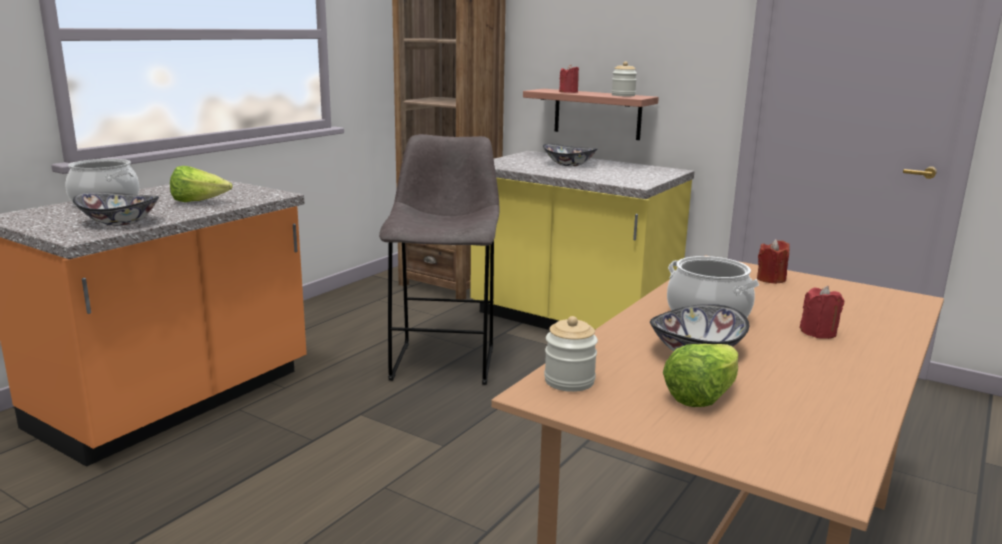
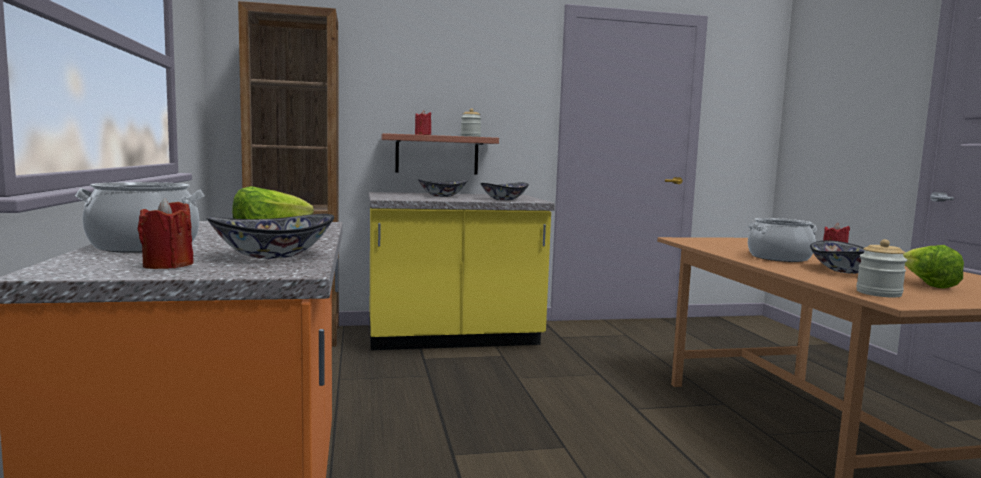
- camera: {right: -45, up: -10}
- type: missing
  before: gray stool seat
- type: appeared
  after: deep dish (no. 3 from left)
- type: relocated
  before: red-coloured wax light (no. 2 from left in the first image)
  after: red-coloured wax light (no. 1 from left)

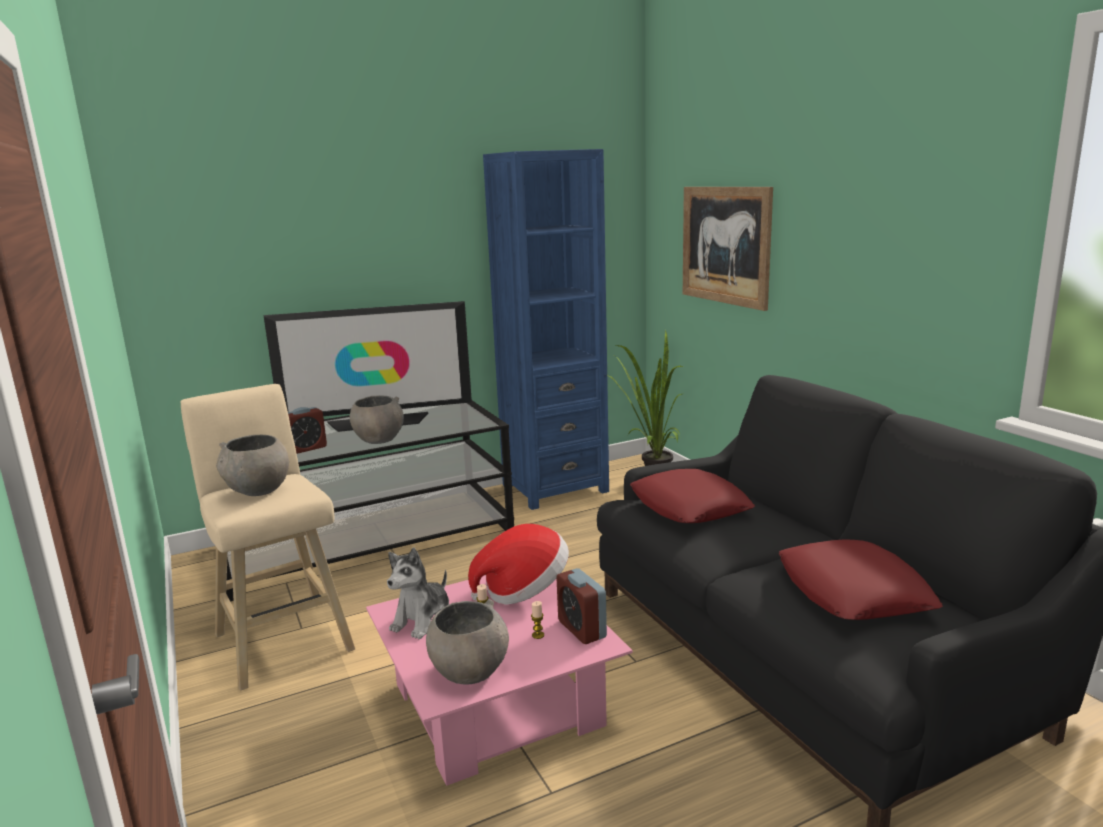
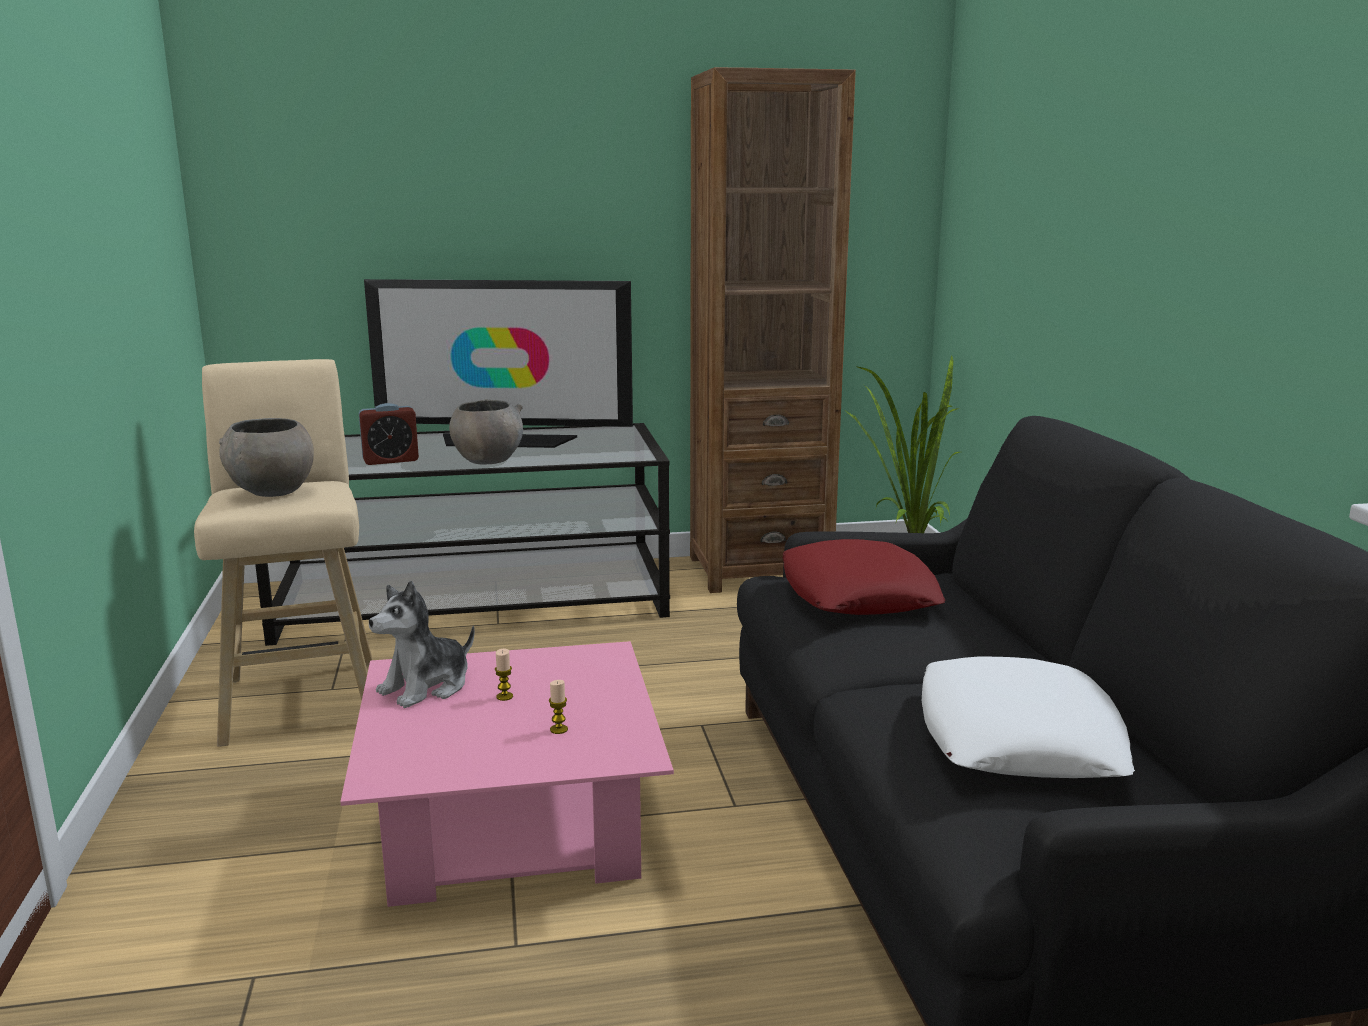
- camera: {right: 15, up: 0}
- type: missing
  before: gray deep dish (no. 3 from left)
- type: missing
  before: wearable hat
- type: missing
  before: alarm clock (no. 2 from left)
- type: missing
  before: wall picture
- type: colour
  before: bluish bookcase
  after: brown bookcase
- type: colour
  before: red-coloured throw pillow (no. 2 from left)
  after: white-coloured throw pillow

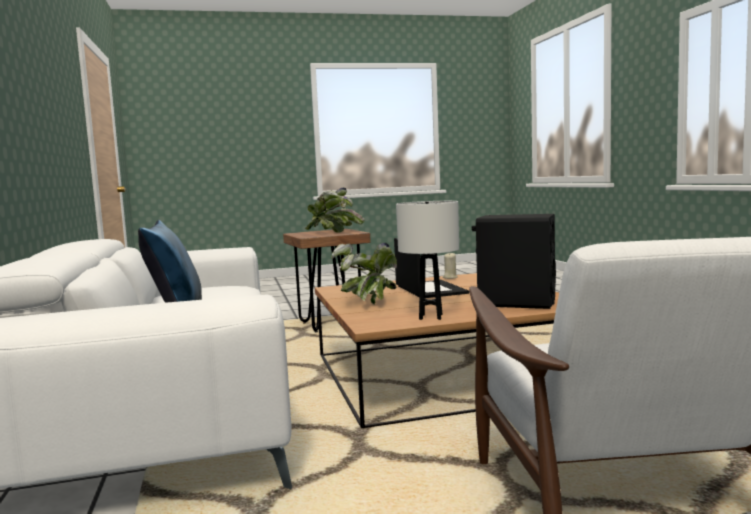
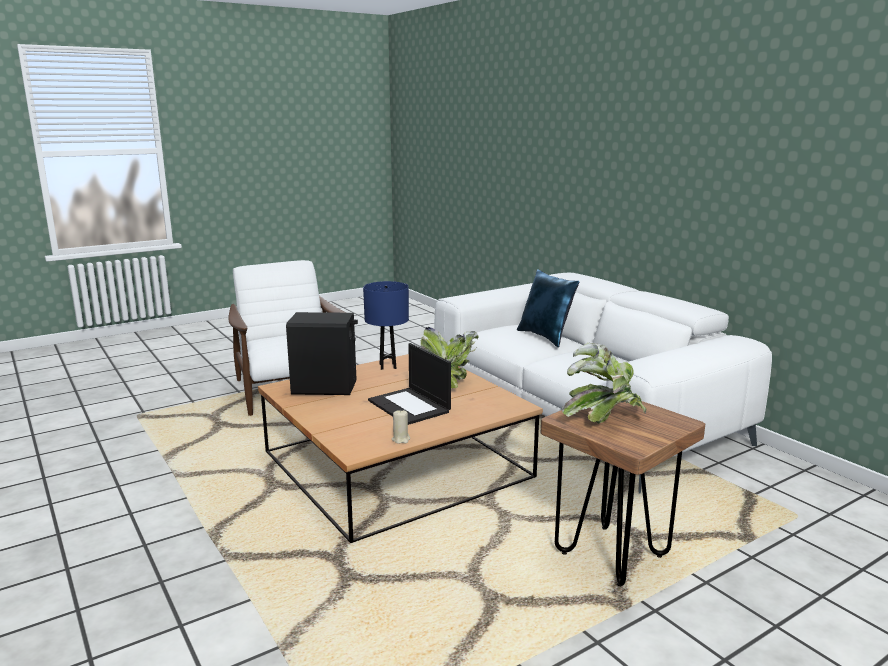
- camera: {right: 160, up: 10}
- type: colour
  before: white-coloured tabletop lamp
  after: bluish tabletop lamp

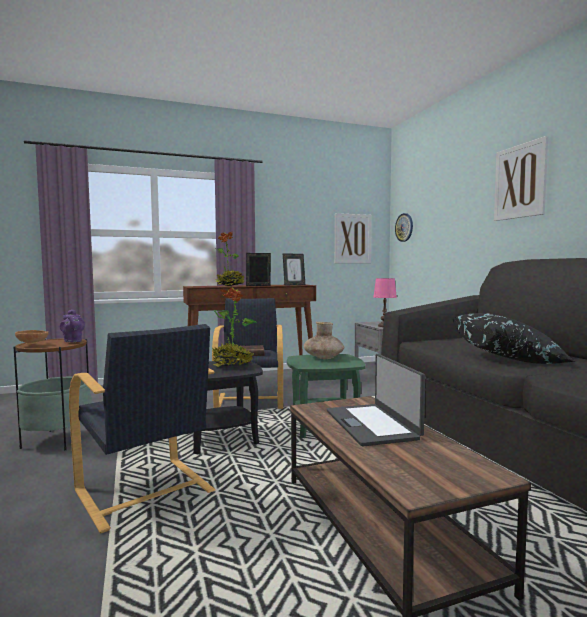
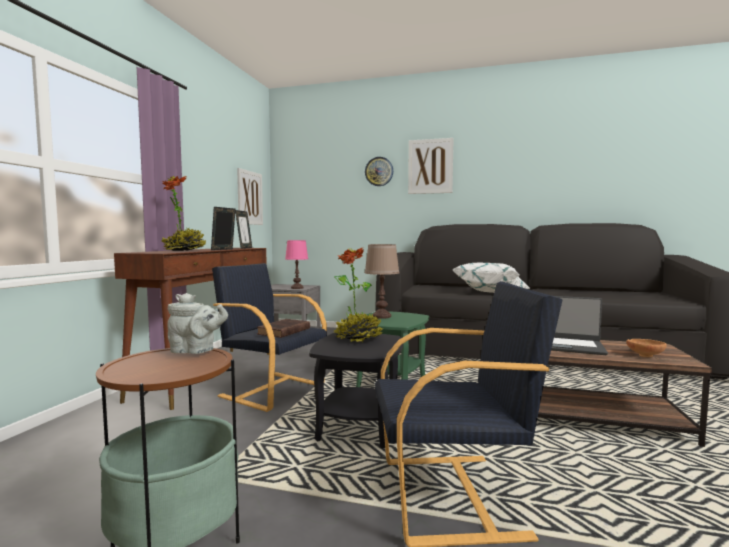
- camera: {right: -55, up: 0}
- type: relocated
  before: brown deep dish
- type: relocated
  before: clock on the wall
- type: exchanged
  before: brown vase
  after: brown tabletop lamp
- type: colour
  before: purple-coloured tea pot
  after: gray tea pot
- type: colour
  before: black throw pillow
  after: white-coloured throw pillow

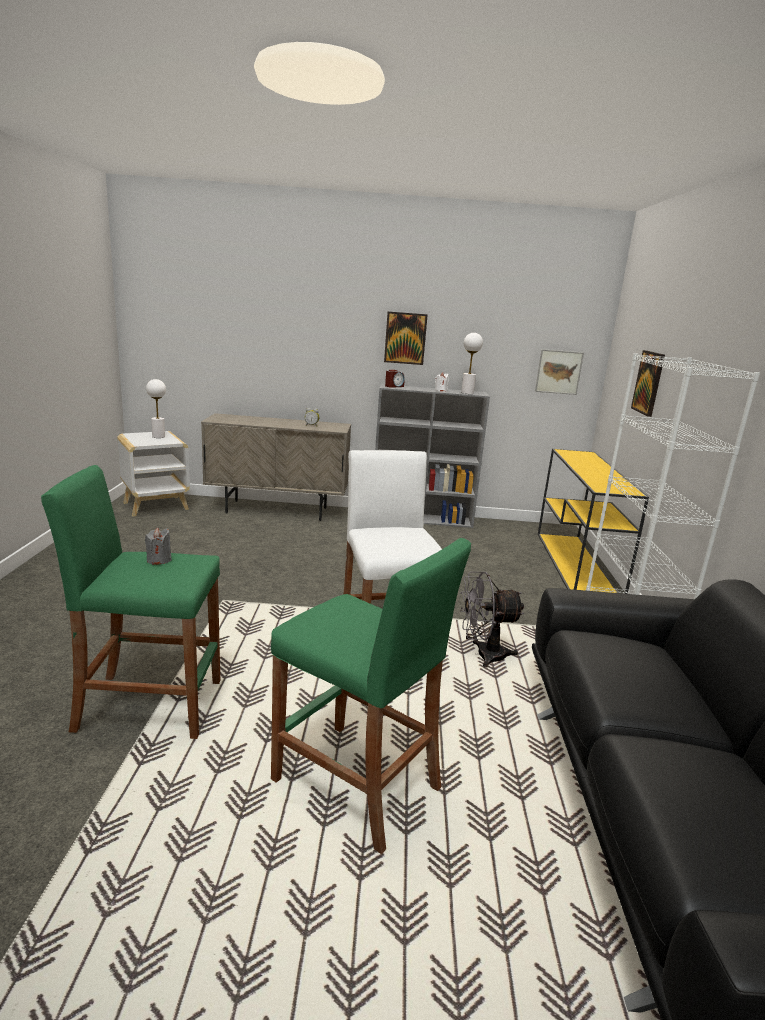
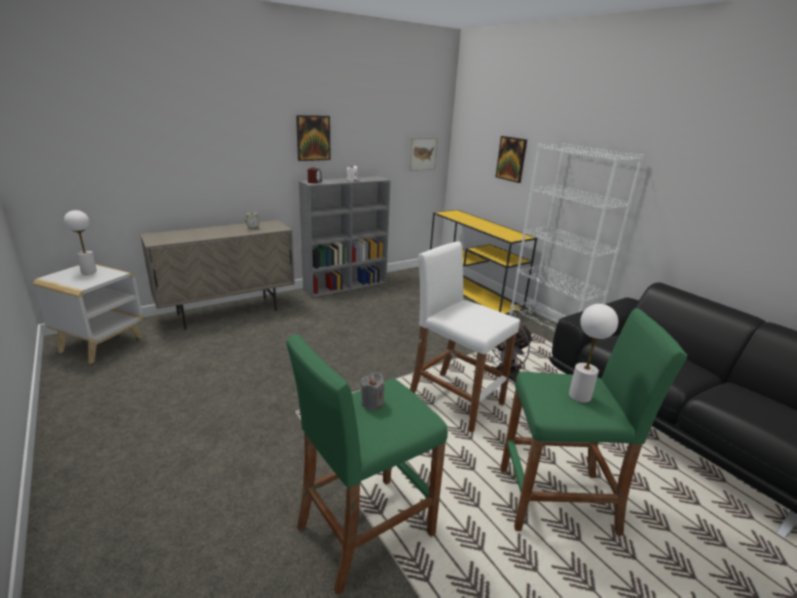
- camera: {right: -35, up: 5}
- type: relocated
  before: white-coloured tabletop lamp (no. 2 from left)

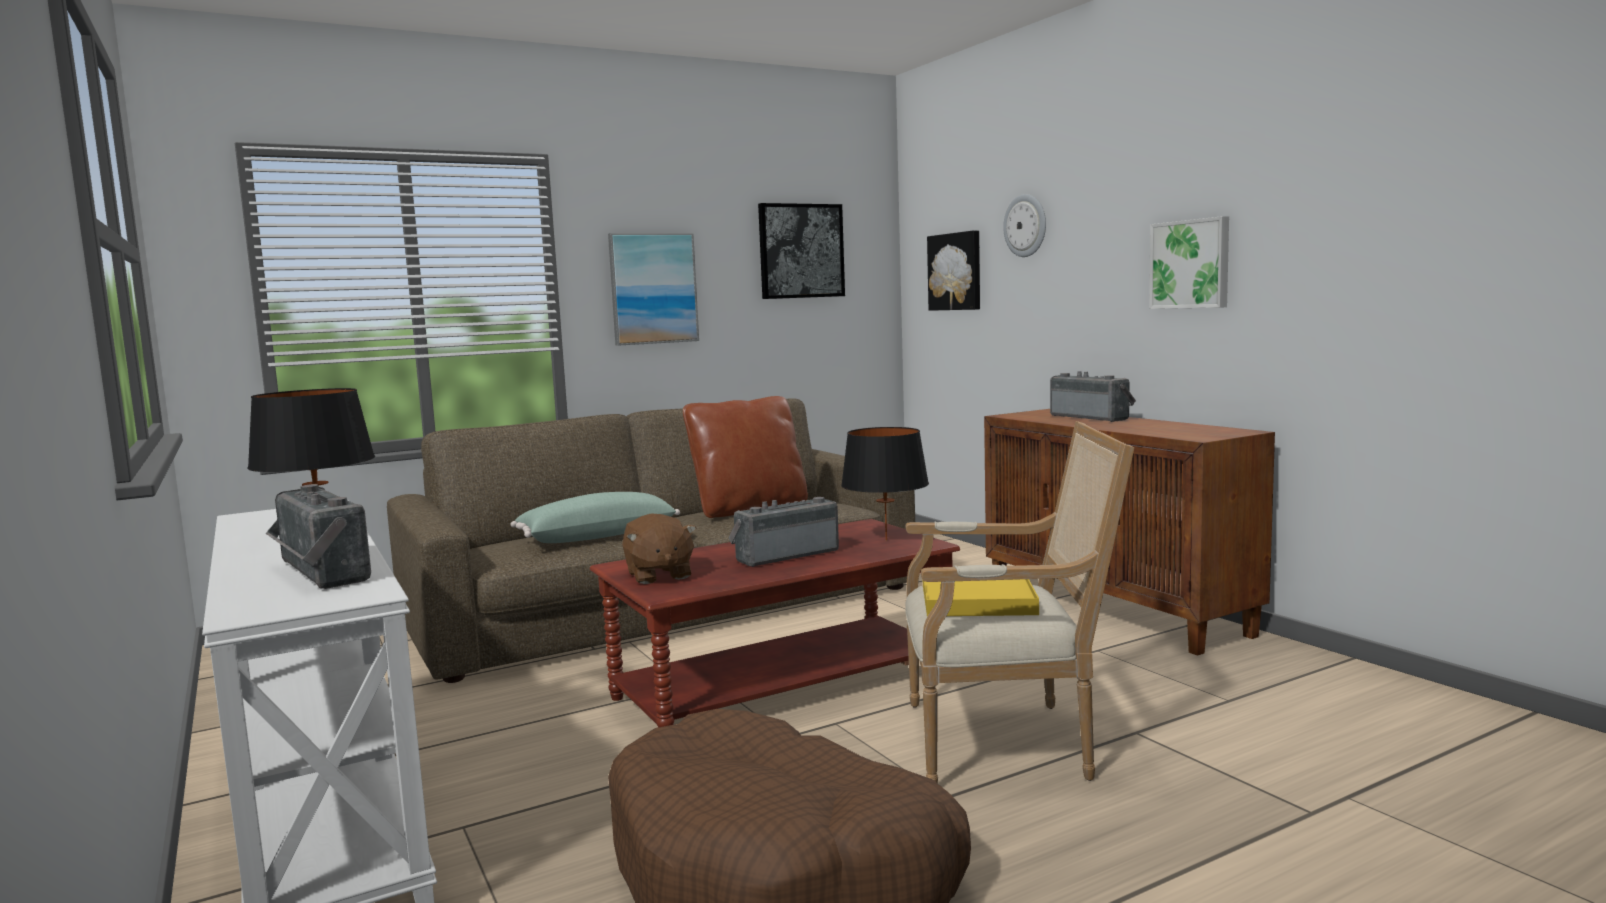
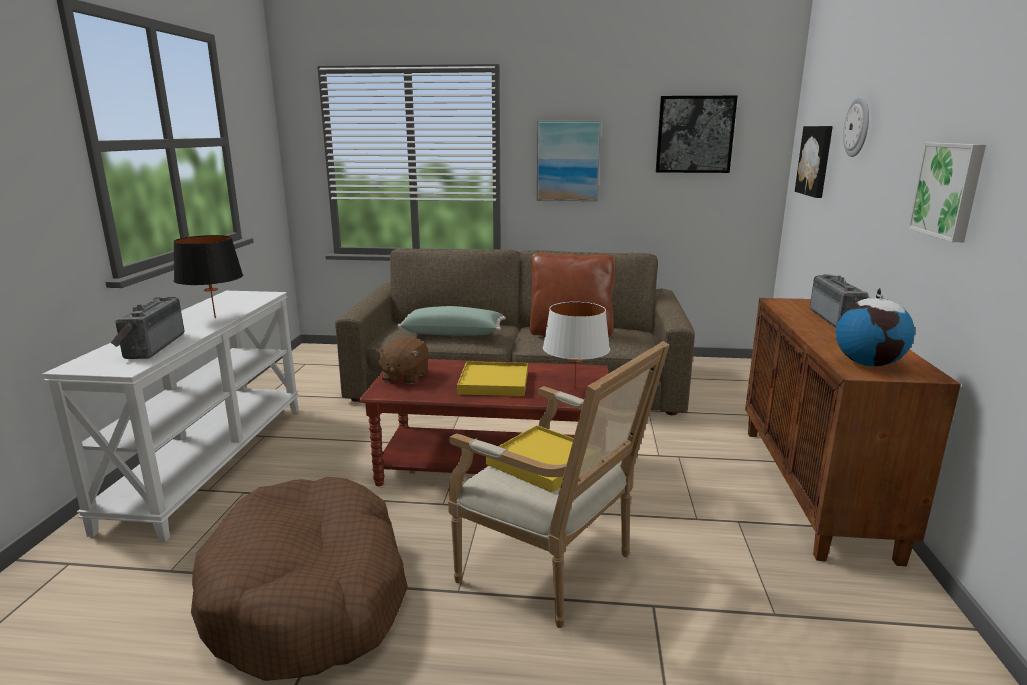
- camera: {right: 35, up: 10}
- type: appeared
  after: world globe
- type: exchanged
  before: radio receiver (no. 2 from left)
  after: yellow serving tray (no. 1 from left)
- type: colour
  before: black tabletop lamp (no. 2 from left)
  after: white-coloured tabletop lamp

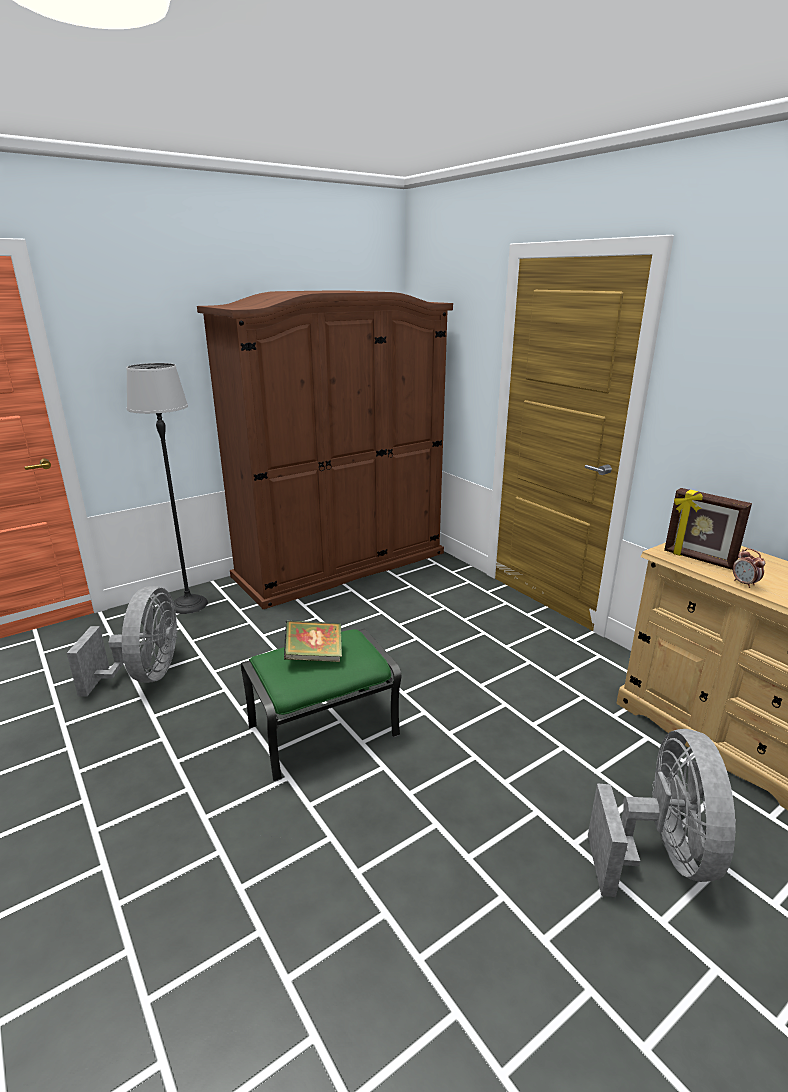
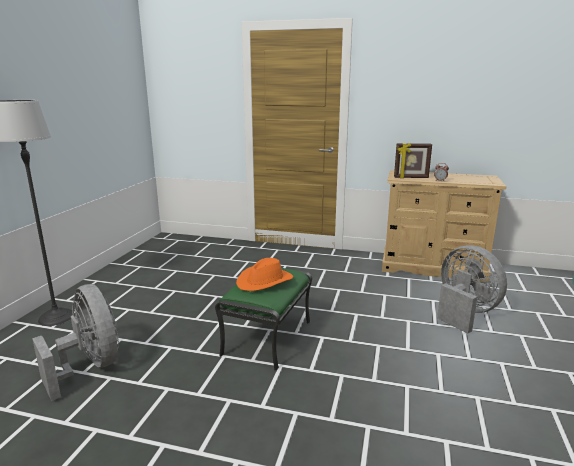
- camera: {right: -40, up: -5}
- type: missing
  before: brown wardrobe
- type: exchanged
  before: book
  after: orange-coloured wearable hat

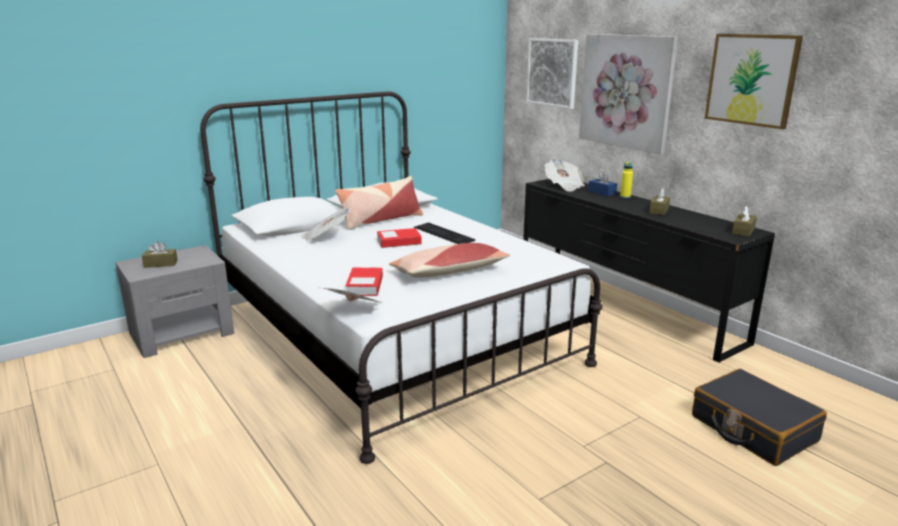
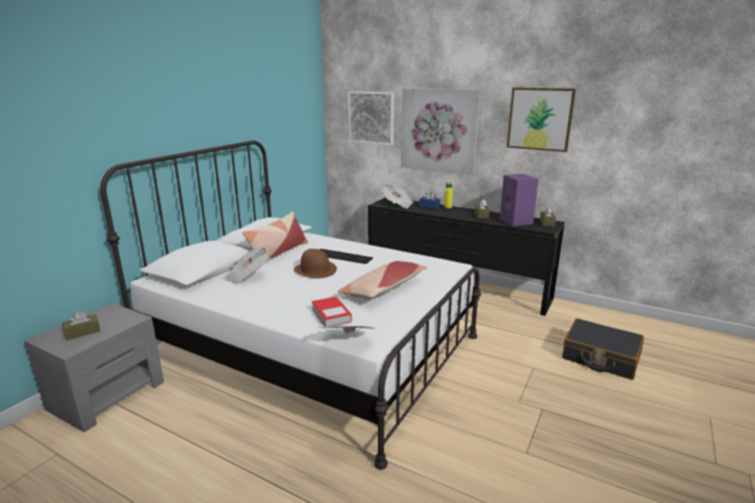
- camera: {right: -25, up: 0}
- type: appeared
  after: purple-coloured audio speaker
- type: exchanged
  before: book (no. 2 from left)
  after: brown wearable hat

